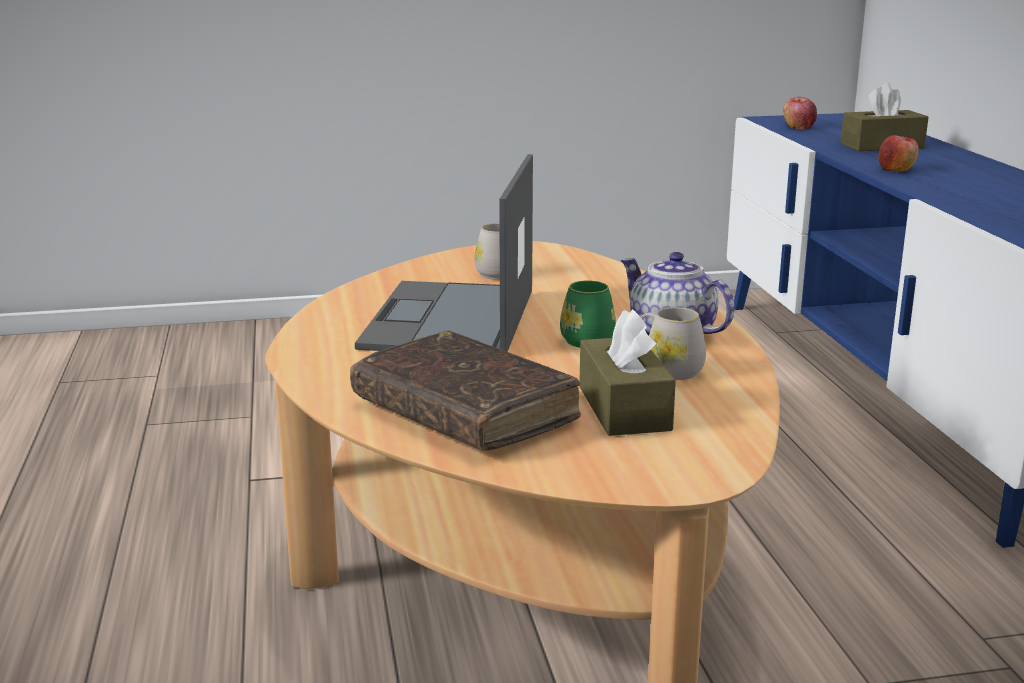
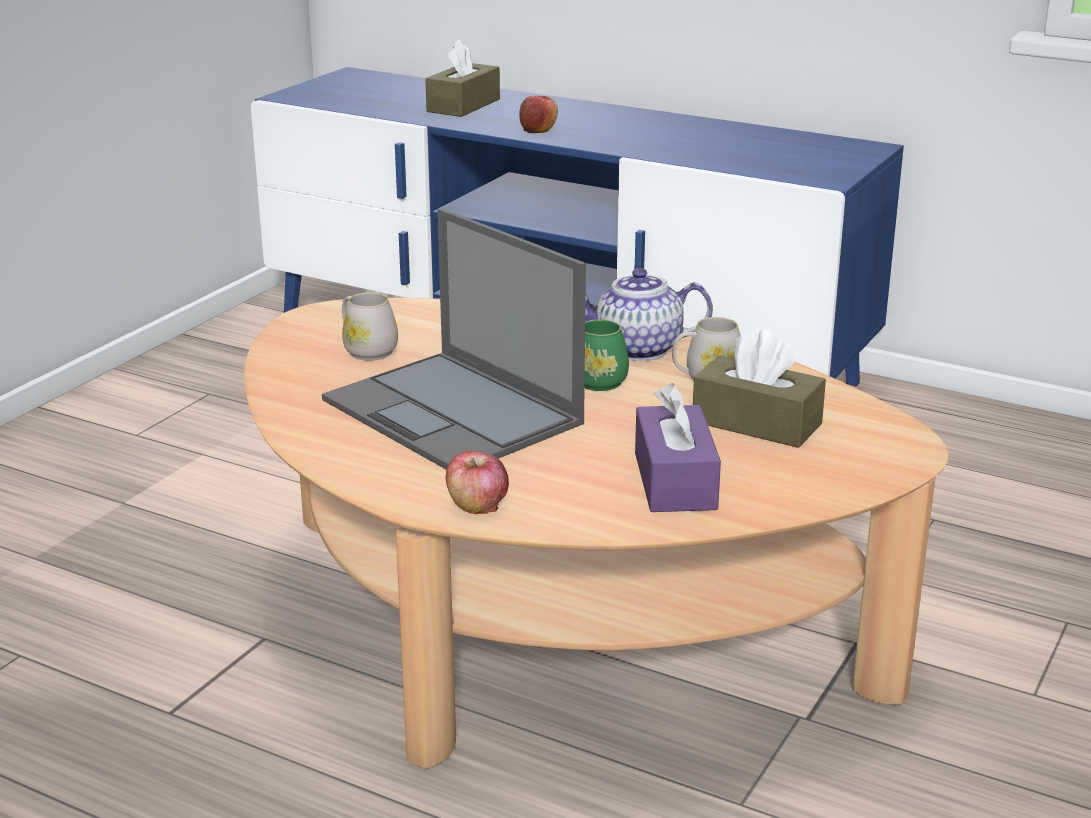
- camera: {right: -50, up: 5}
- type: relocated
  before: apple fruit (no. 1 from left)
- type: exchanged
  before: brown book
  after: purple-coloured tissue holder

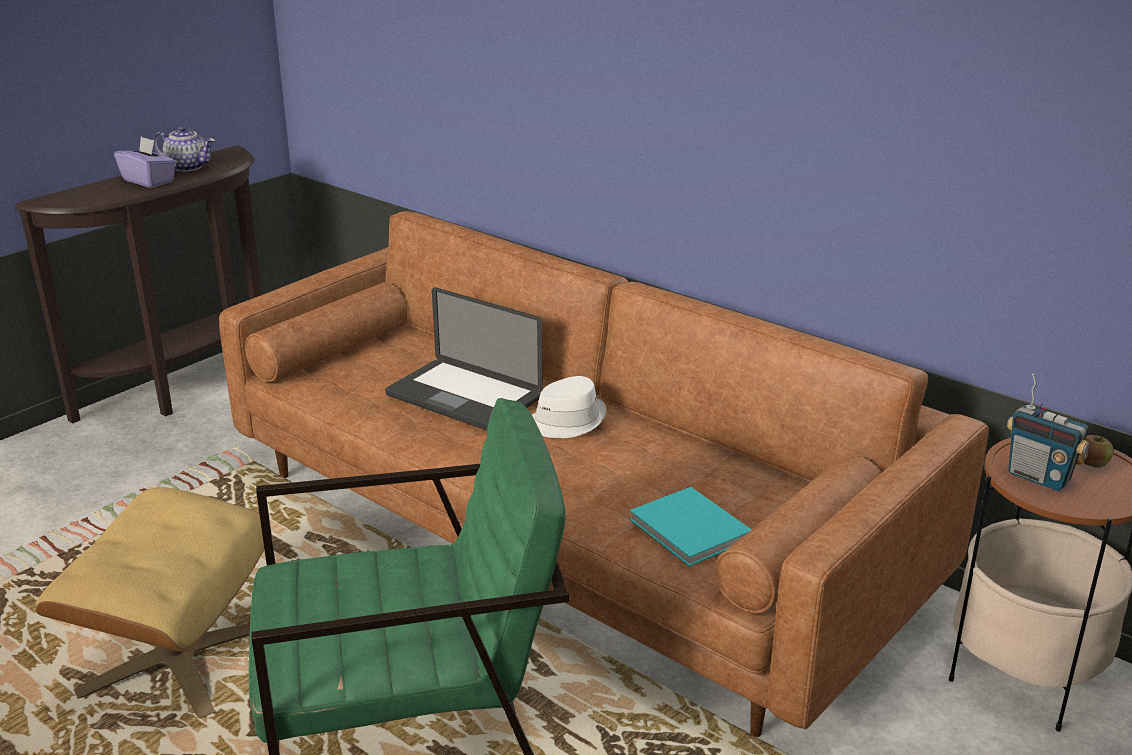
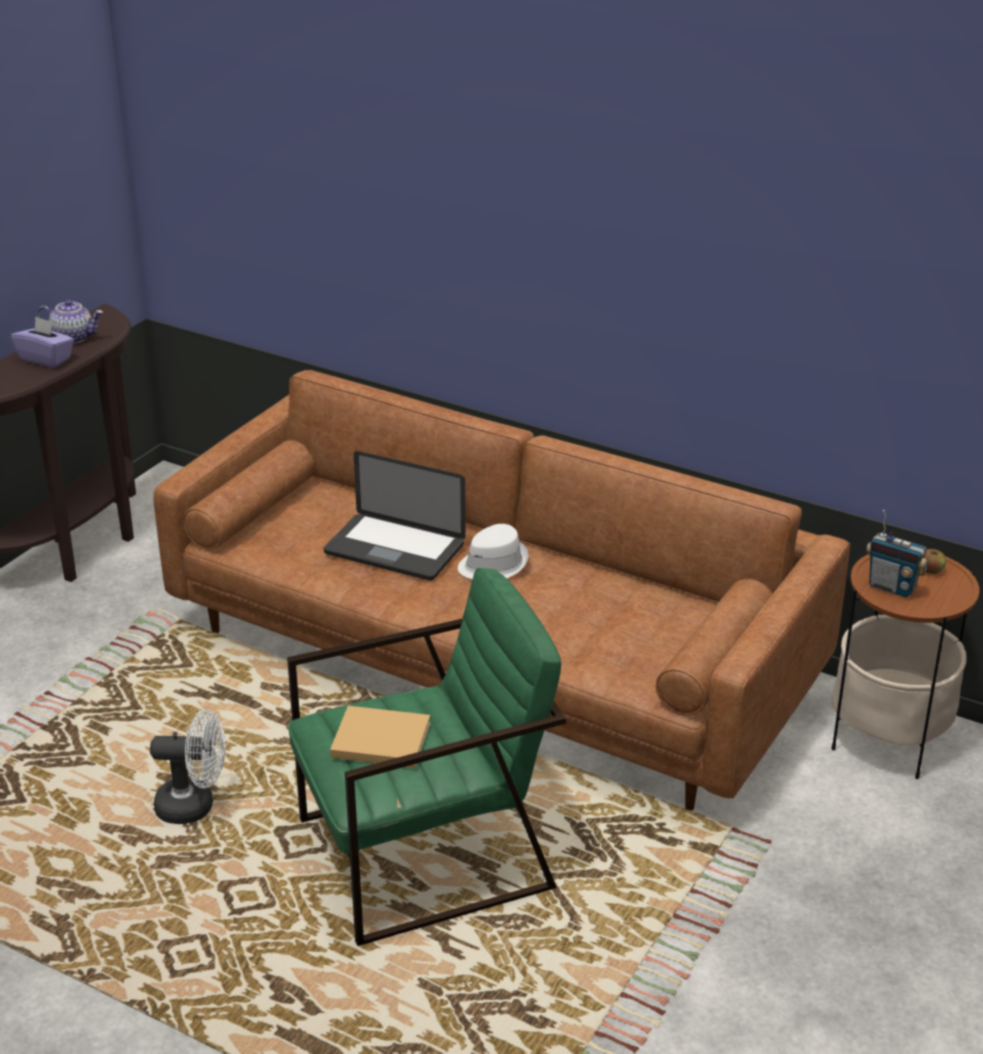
- camera: {right: -10, up: 5}
- type: missing
  before: turquoise-coloured book
- type: appeared
  after: beige book
- type: exchanged
  before: beige ottoman
  after: white-coloured cooling fan

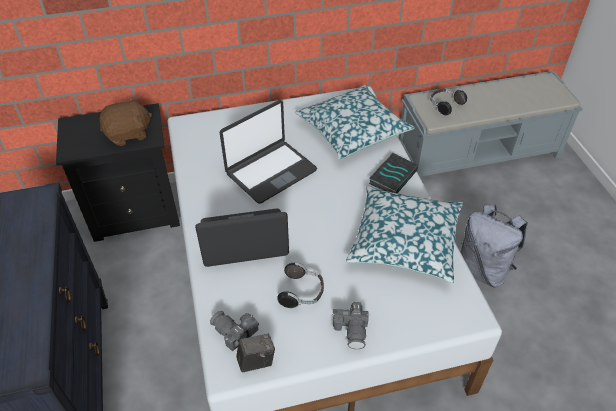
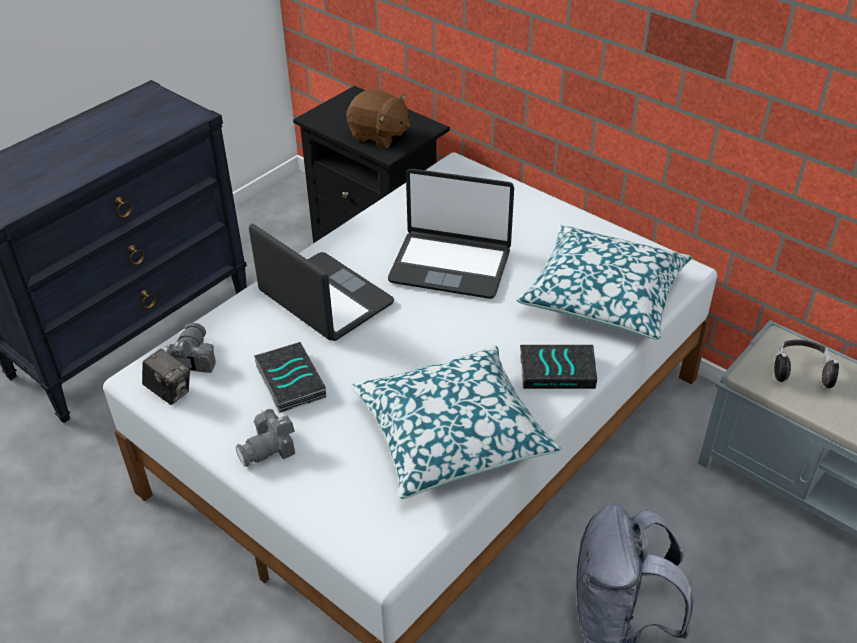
- camera: {right: 55, up: -5}
- type: exchanged
  before: pair of headphones (no. 1 from left)
  after: book (no. 1 from left)

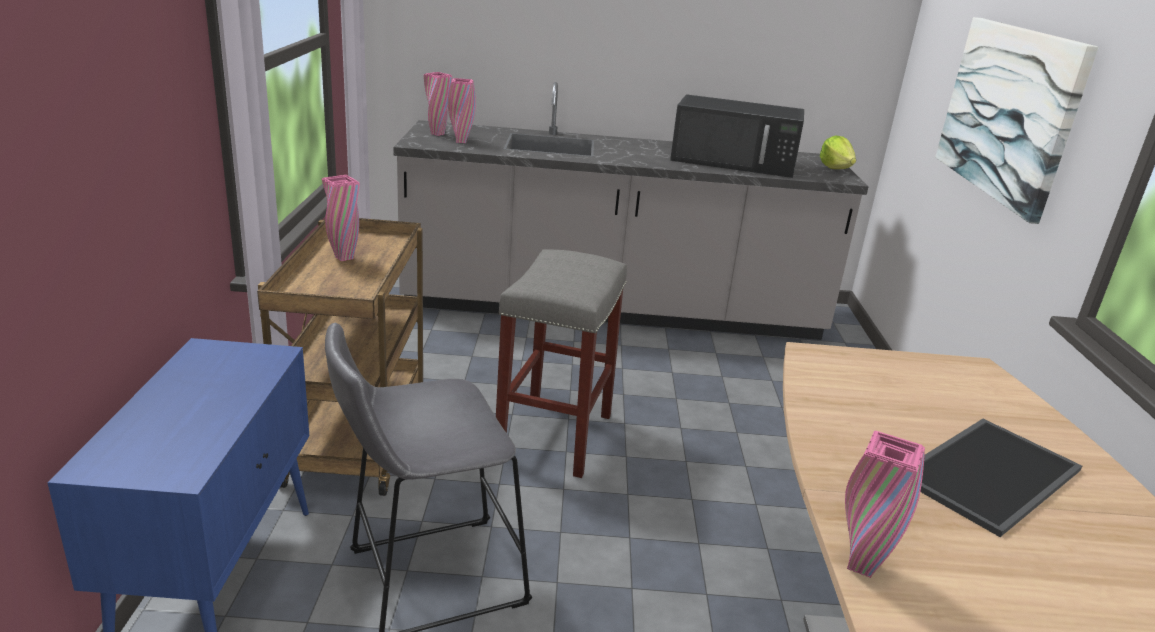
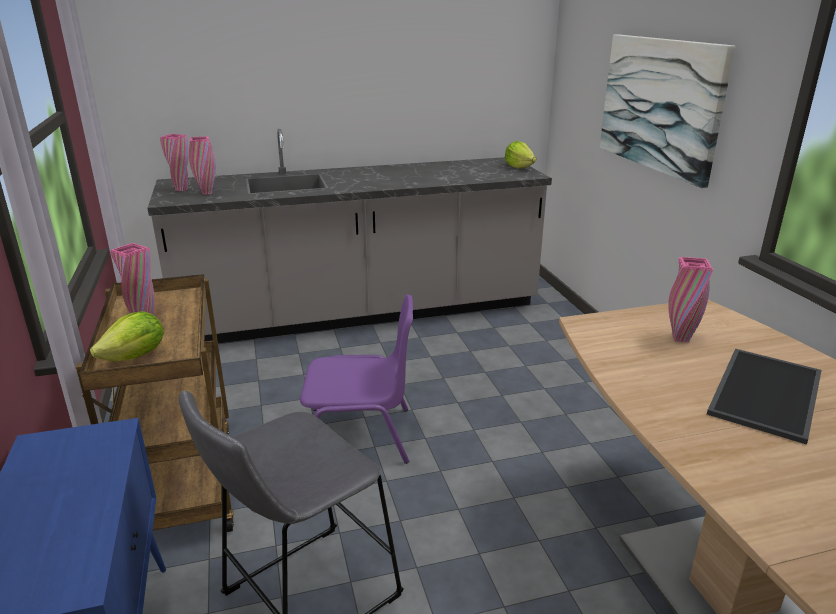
- camera: {right: -15, up: 0}
- type: missing
  before: black kitchen microwave
- type: appeared
  after: lettuce (no. 1 from left)
- type: relocated
  before: pinkish vase (no. 4 from left)
- type: exchanged
  before: gray stool seat (no. 2 from left)
  after: purple-coloured chair

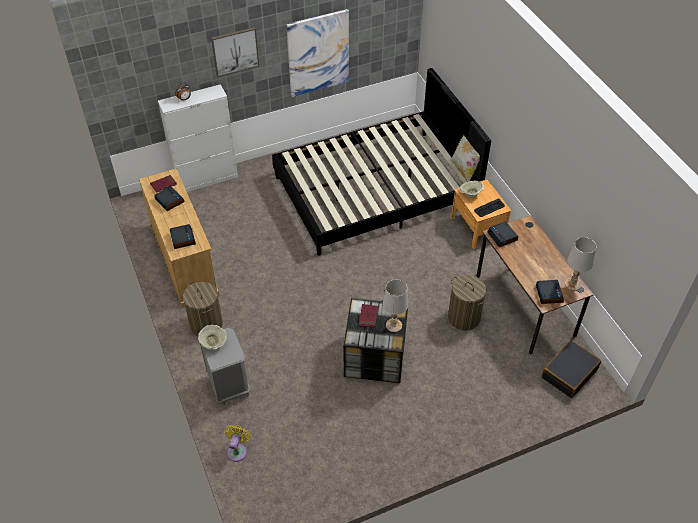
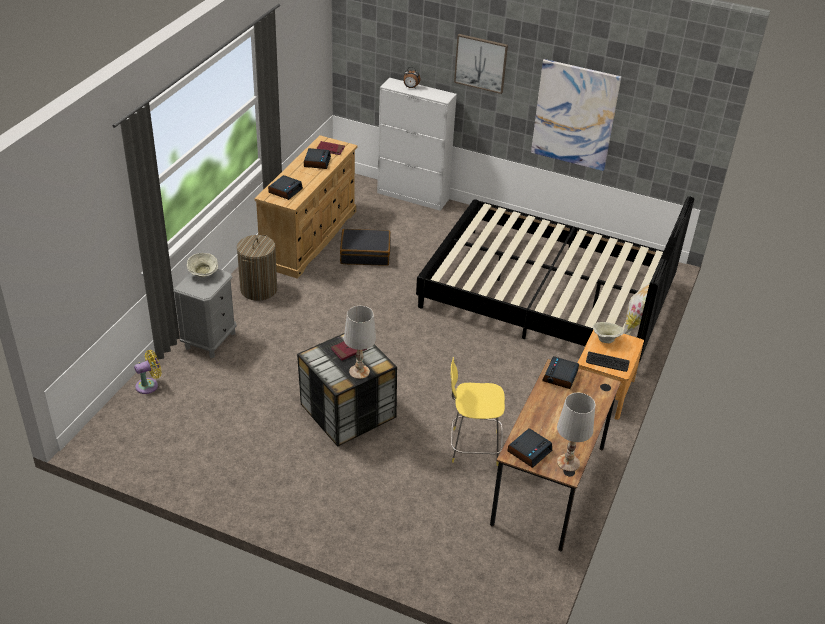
- camera: {right: 45, up: -10}
- type: relocated
  before: black travel case
- type: exchanged
  before: hamper (no. 2 from left)
  after: yellow stool seat

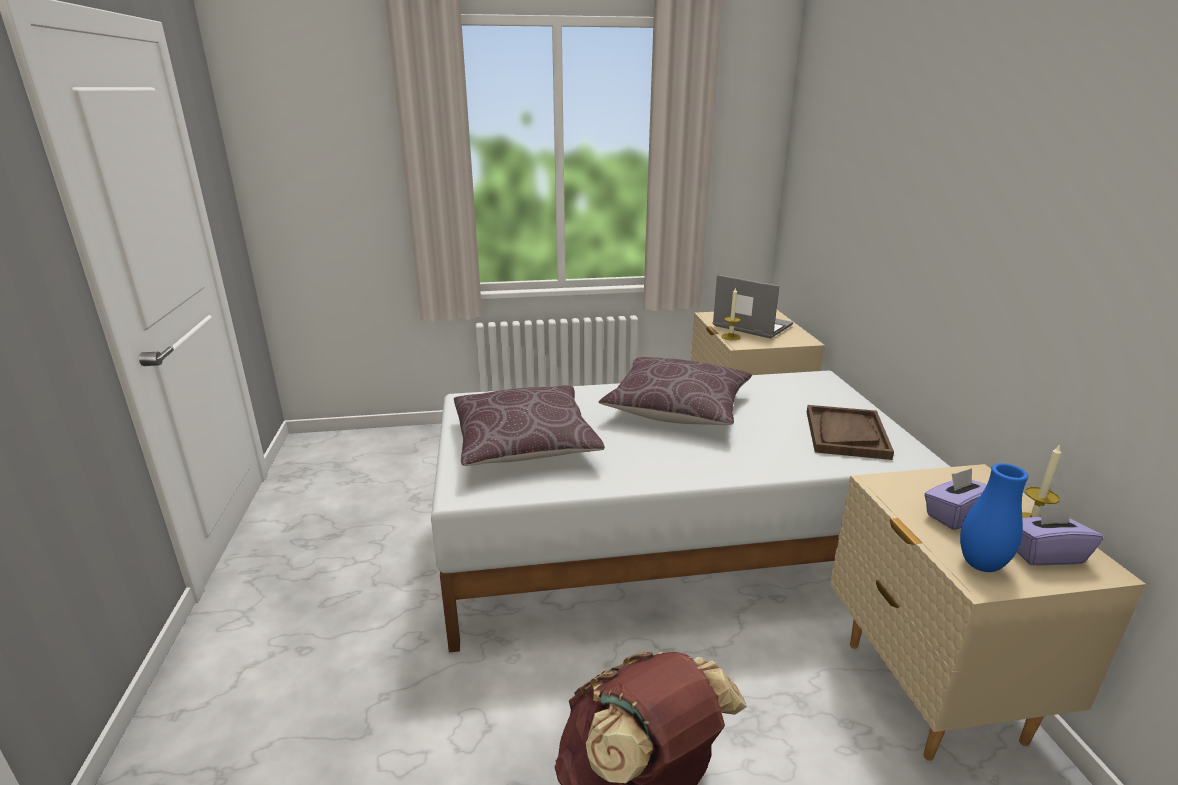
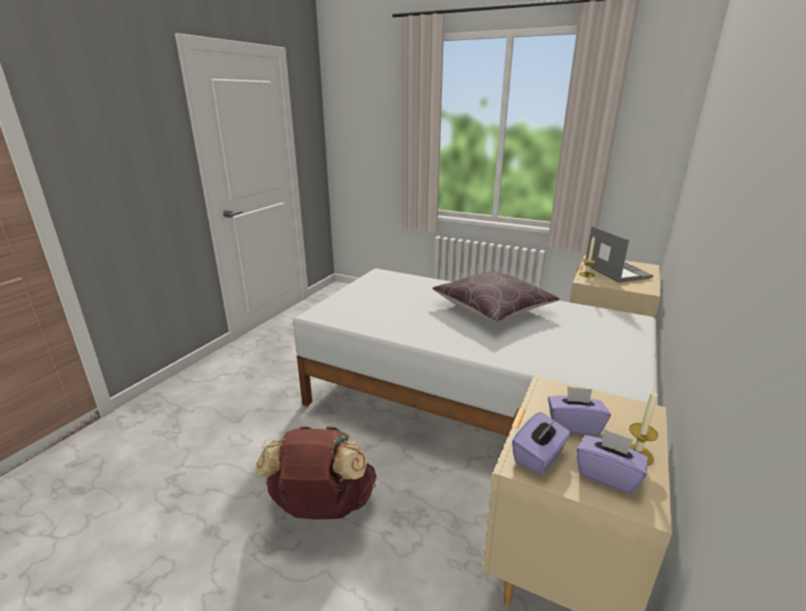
- camera: {right: 35, up: 0}
- type: missing
  before: brown throw pillow (no. 1 from left)
- type: missing
  before: brown serving tray
- type: exchanged
  before: bluish vase
  after: purple-coloured tissue holder (no. 1 from left)

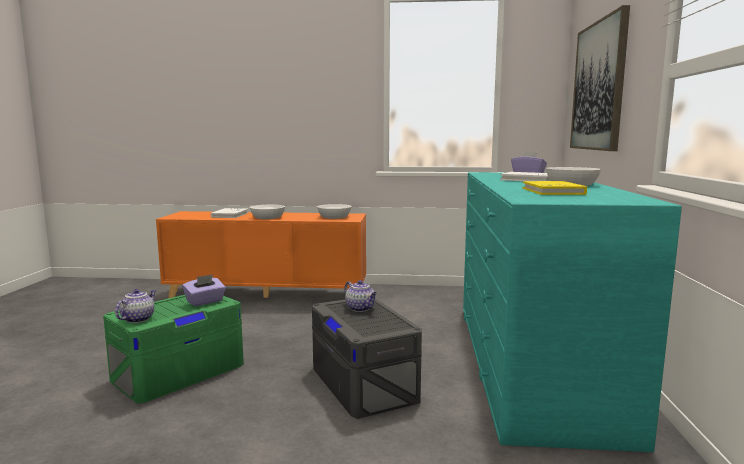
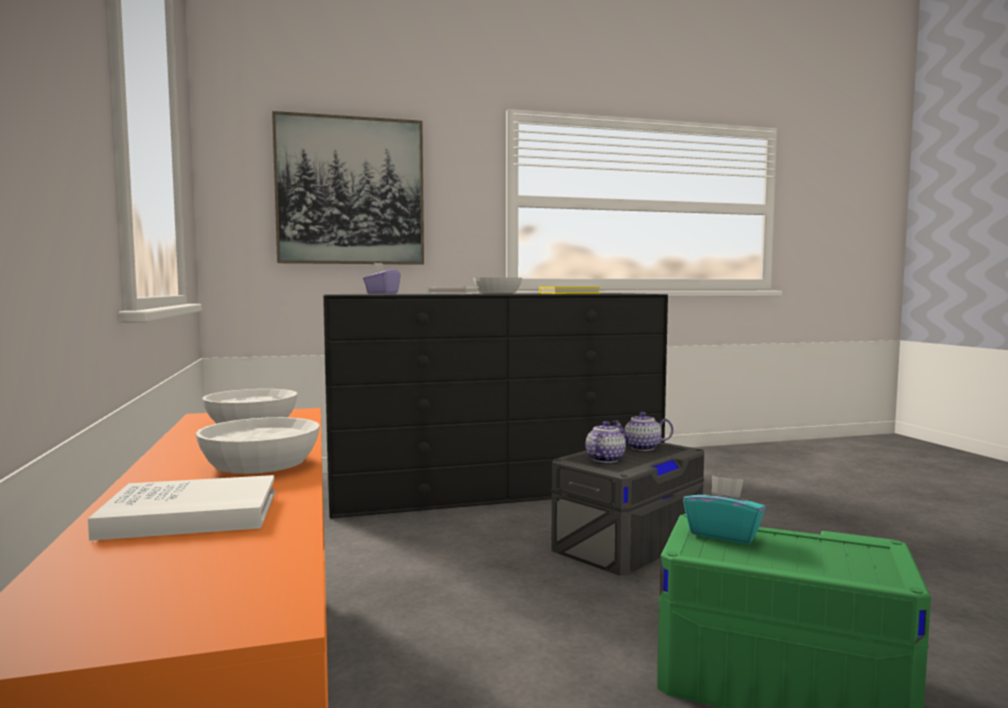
- camera: {right: -110, up: -5}
- type: relocated
  before: tea pot (no. 1 from left in the first image)
  after: tea pot (no. 2 from left)
- type: colour
  before: purple-coloured tissue holder (no. 1 from left)
  after: turquoise-coloured tissue holder
- type: colour
  before: turquoise-coloured chest of drawers
  after: black chest of drawers

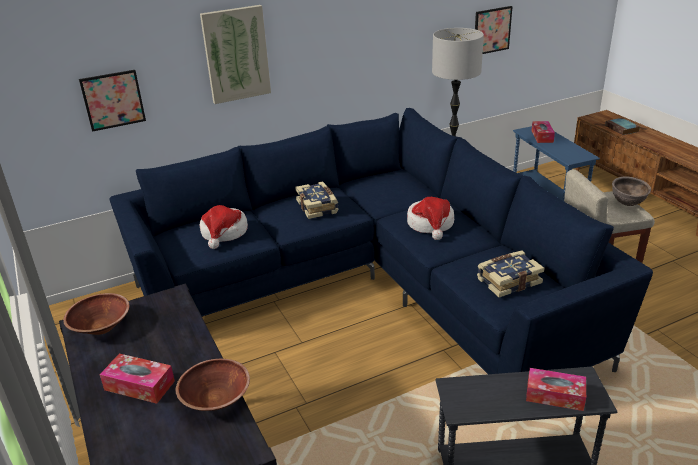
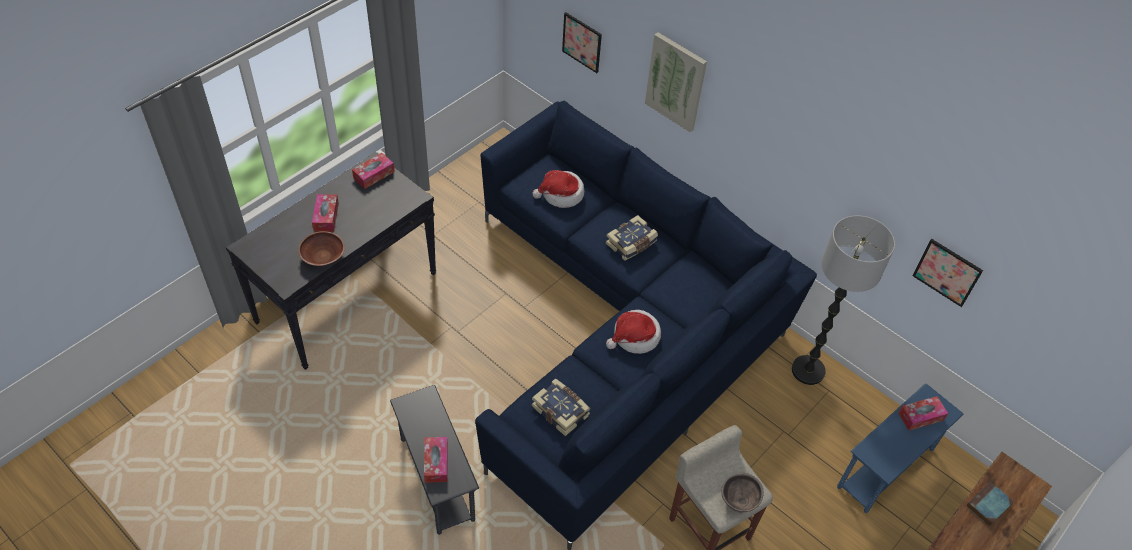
- camera: {right: 65, up: 20}
- type: exchanged
  before: brown deep dish (no. 1 from left)
  after: tissue holder (no. 2 from left)

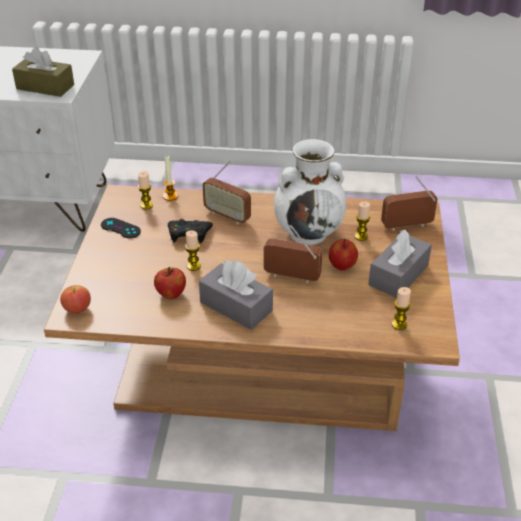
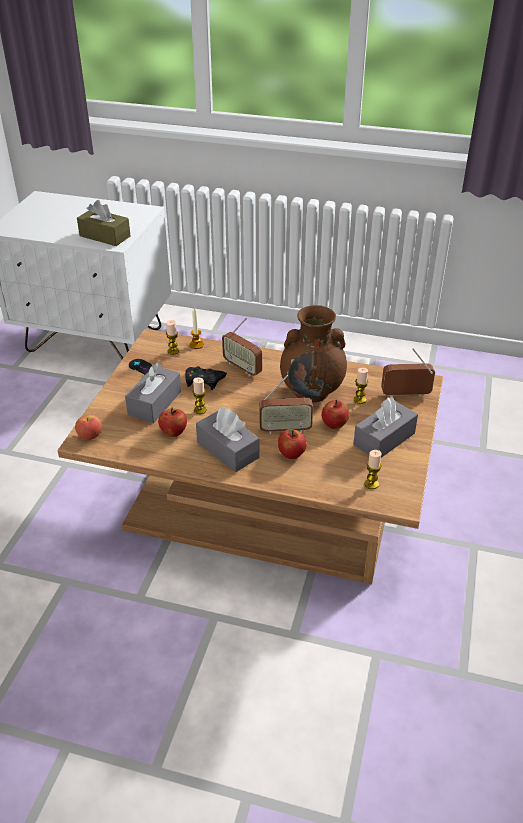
- camera: {right: 10, up: 0}
- type: appeared
  after: gray tissue holder (no. 1 from left)
- type: appeared
  after: apple fruit (no. 3 from left)
- type: colour
  before: white-coloured vase
  after: brown vase
- type: spun
  before: radio receiver (no. 2 from left)
  turn: 150

